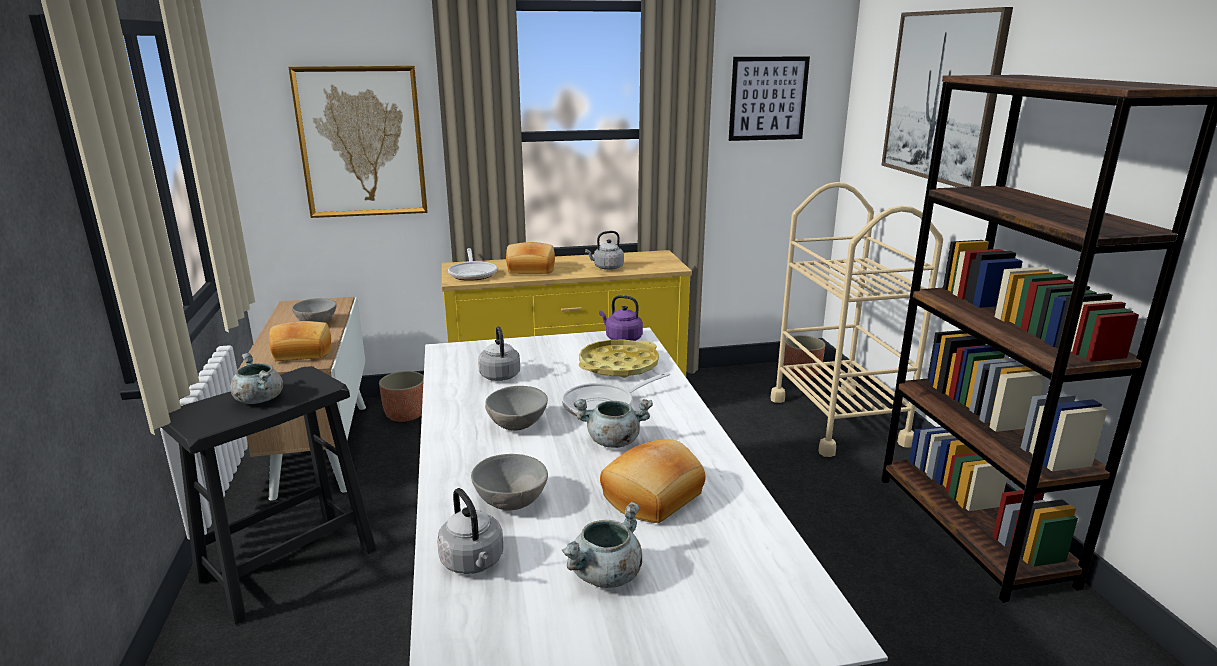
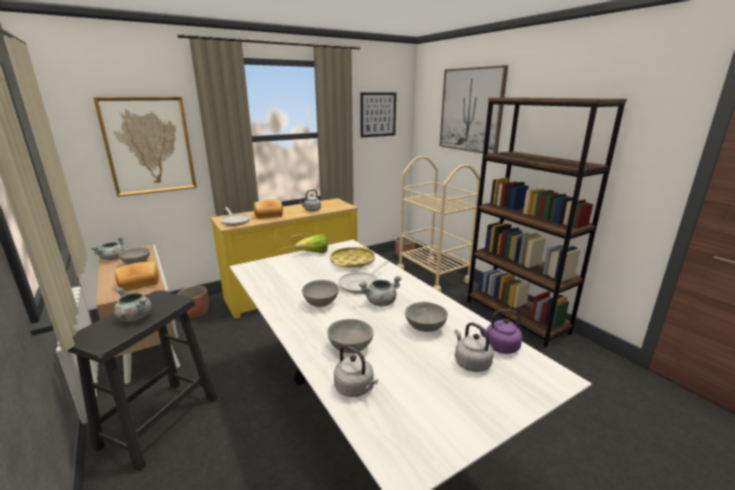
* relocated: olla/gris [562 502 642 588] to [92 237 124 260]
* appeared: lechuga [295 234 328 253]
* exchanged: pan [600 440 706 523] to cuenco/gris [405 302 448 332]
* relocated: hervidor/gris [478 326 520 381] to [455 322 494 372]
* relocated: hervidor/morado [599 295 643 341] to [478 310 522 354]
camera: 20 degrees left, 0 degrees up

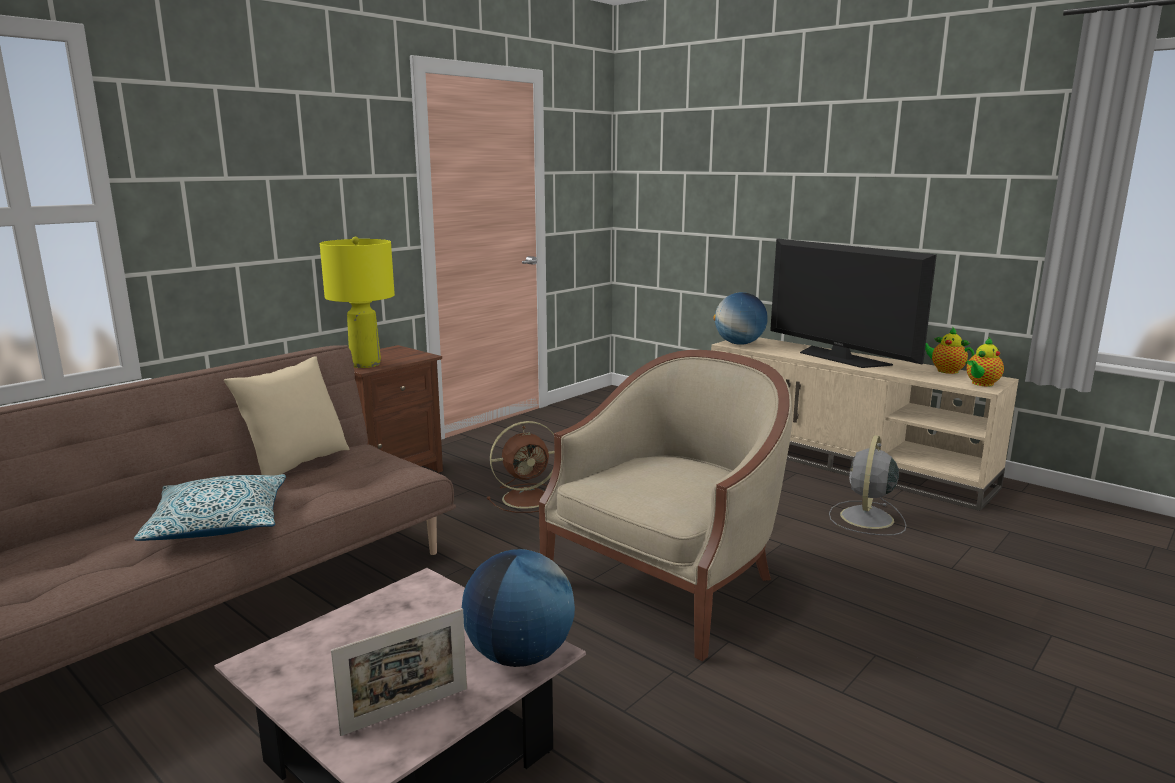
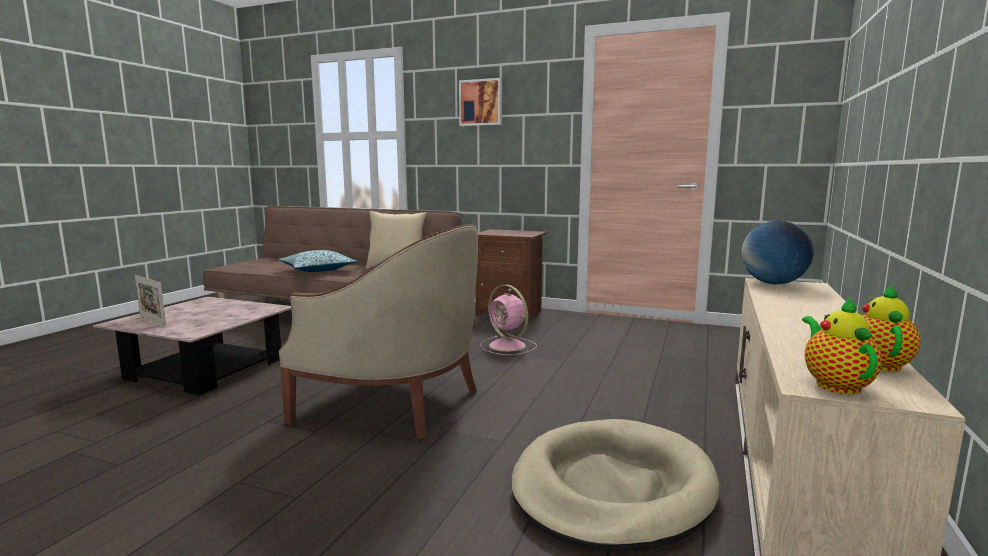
* appeared: cuadro [459 78 502 126]
* colour: ventilador/marrón [487 421 555 513] to ventilador/rosa [481 285 537 355]
* exchanged: ventilador/gris [829 435 906 536] to cama para perro/beis [511 419 719 551]
* spun: tetera [967 338 1004 387] = [802 297 882 395] 60 degrees clockwise
* missing: lámpara de mesa/amarillo [320 237 395 368]
* missing: globo terráqueo [462 549 575 667]
* missing: televisor [770 239 937 368]
camera: 70 degrees right, 5 degrees down

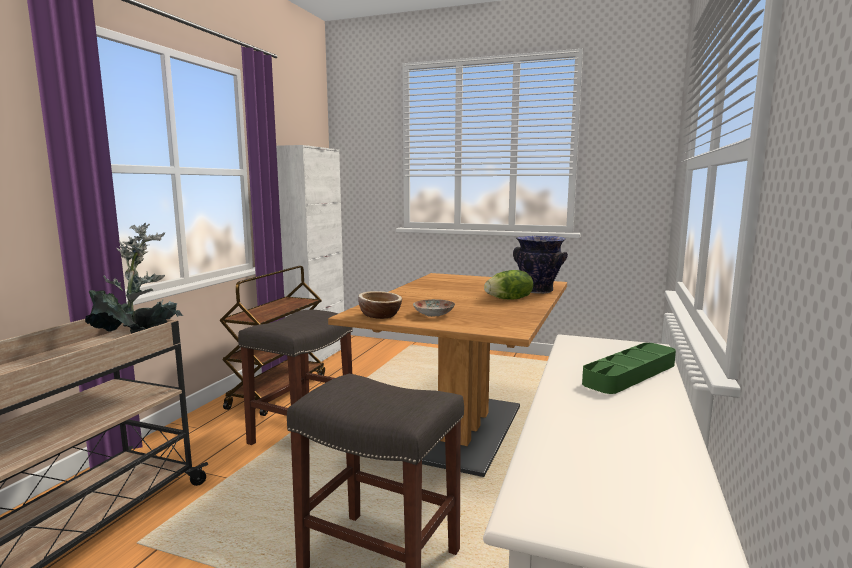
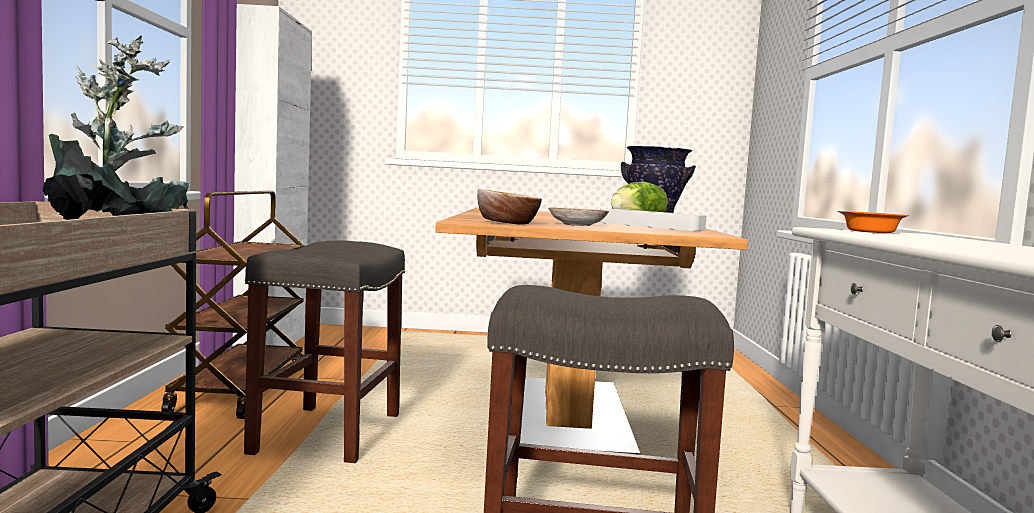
* appeared: bandeja/gris [599 208 706 231]
* appeared: cuenco/naranja [837 211 910 233]
* missing: bandeja/verde [582 343 676 394]
camera: 20 degrees left, 5 degrees down

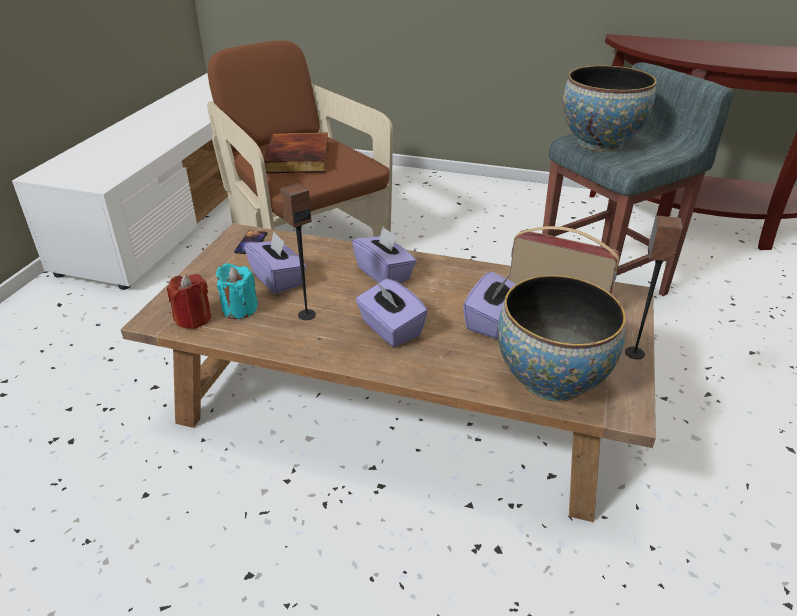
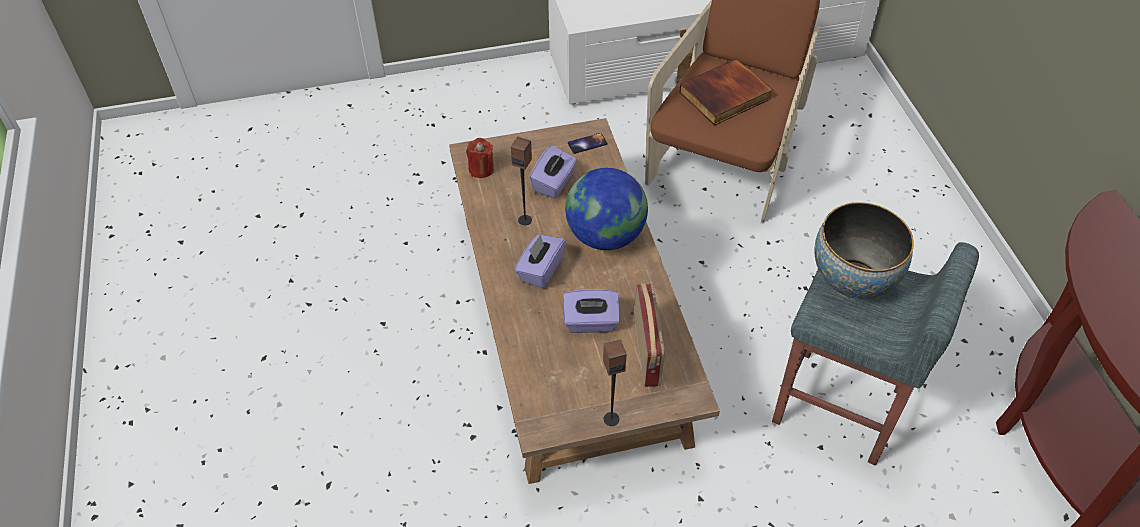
* exchanged: caja de pañuelos/morado [352 227 417 283] to globo terráqueo [565 168 648 250]
* missing: vela/turquesa [216 263 258 319]
* missing: cuenco [498 275 626 402]
camera: 60 degrees right, 15 degrees up

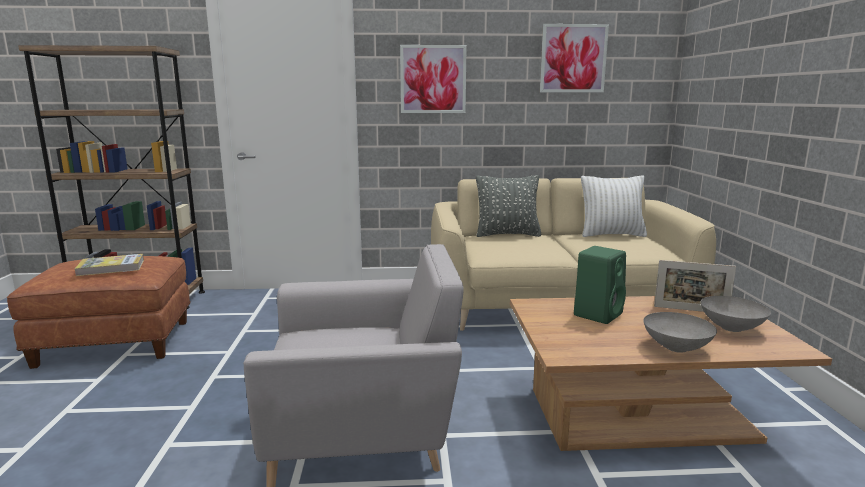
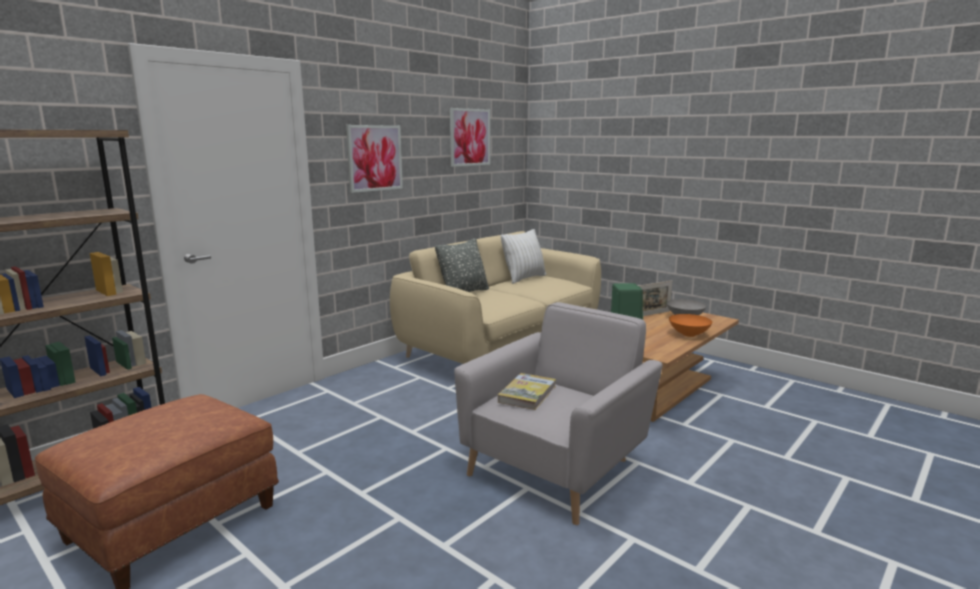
* relocated: libro [75 254 144 276] to [498 373 556 410]
* colour: cuenco/gris [643 312 717 353] to cuenco/naranja [669 314 712 337]
camera: 45 degrees left, 0 degrees up

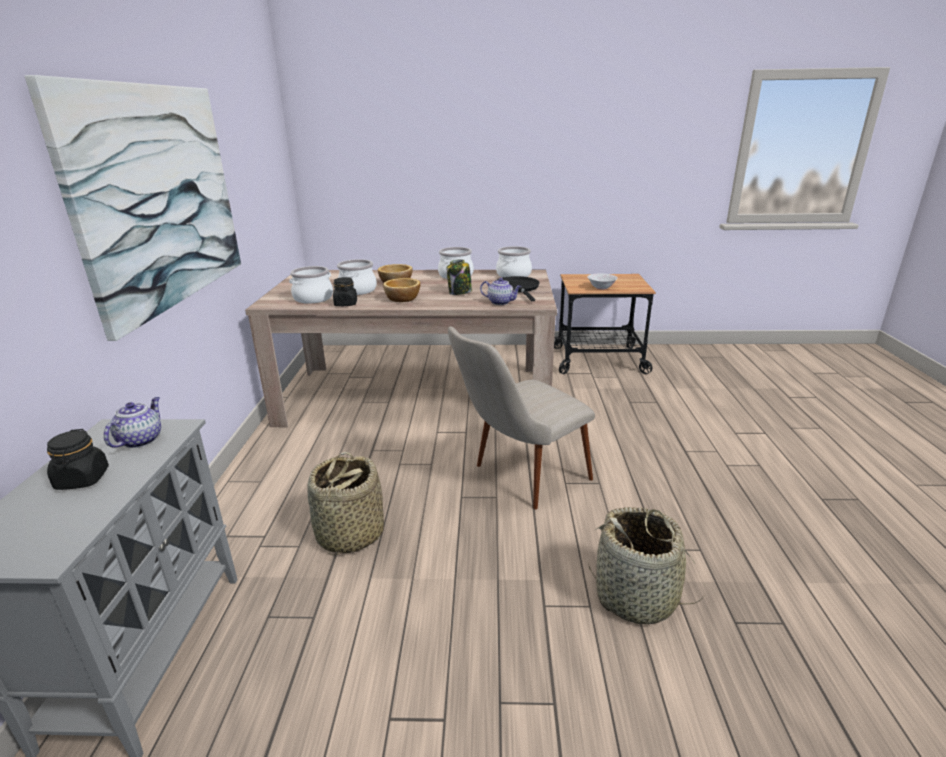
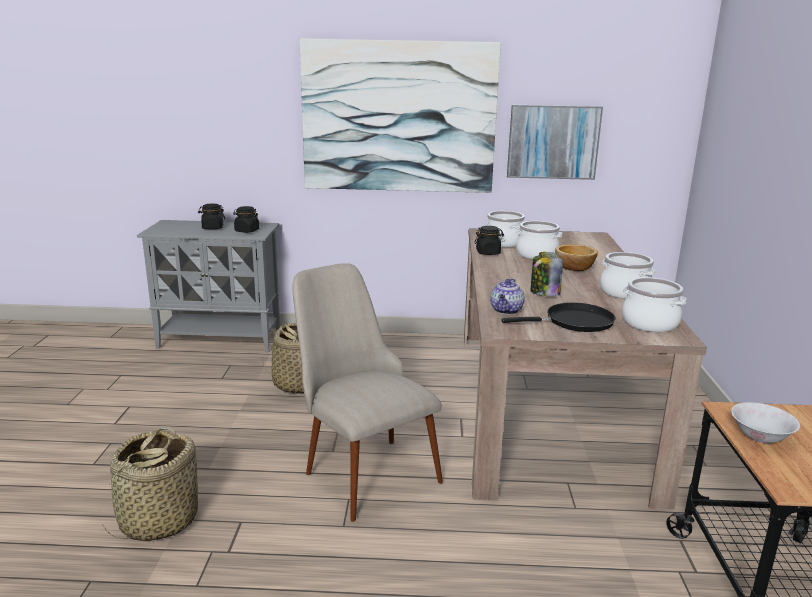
* exchanged: tetera [104 397 161 448] to tarro/negro [233 206 259 233]
* appeared: cuadro [507 105 603 180]
* missing: cuenco [383 278 420 302]
camera: 90 degrees right, 5 degrees down

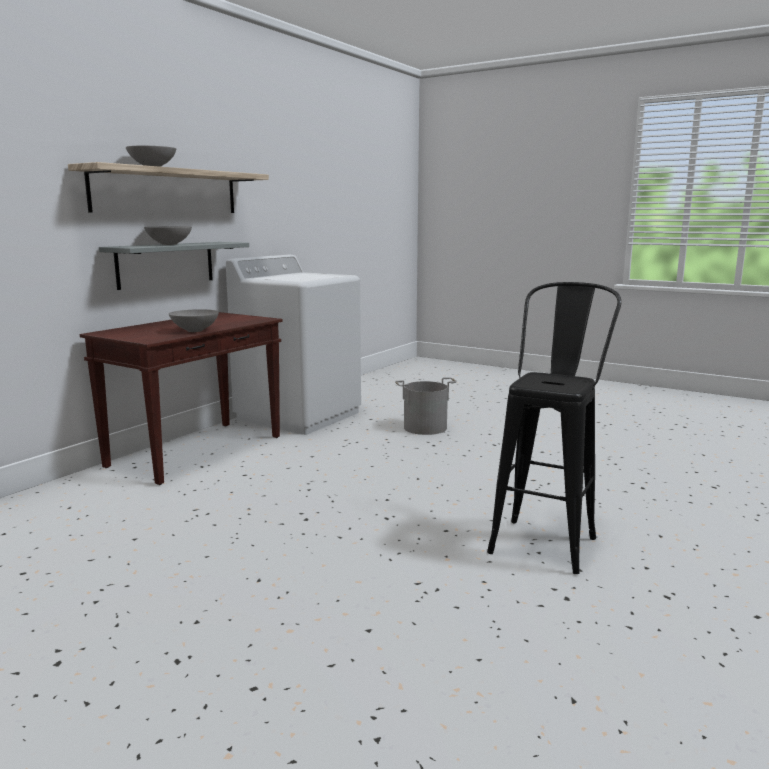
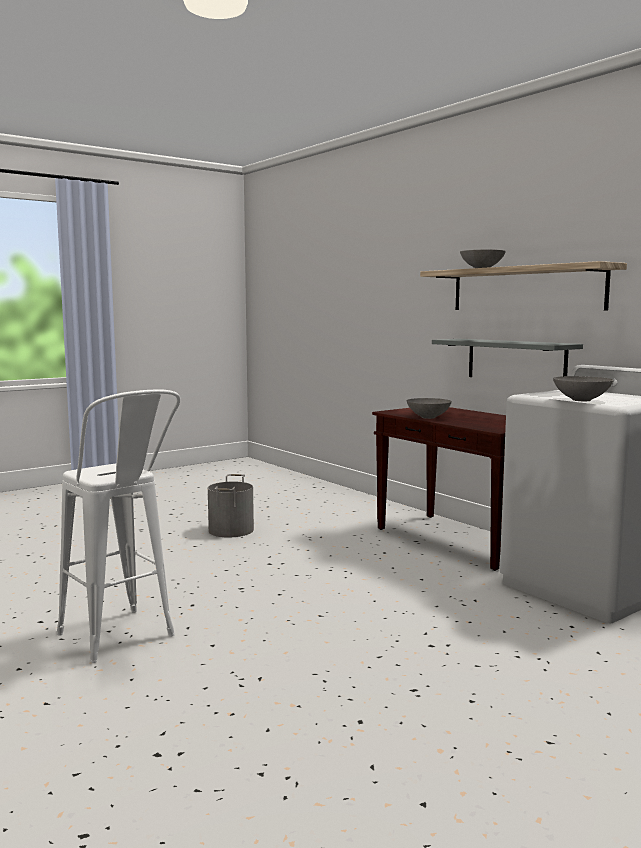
* colour: taburete/negro [487 282 621 574] to taburete/blanco [57 389 180 663]
* relocated: cubo/gris [395 377 457 435] to [208 474 254 537]
* relocated: cuenco/gris [144 227 192 245] to [553 376 614 401]
camera: 110 degrees right, 5 degrees down

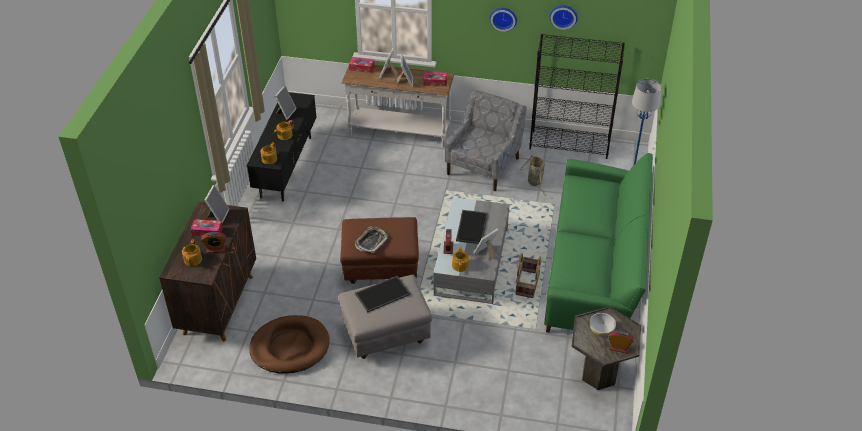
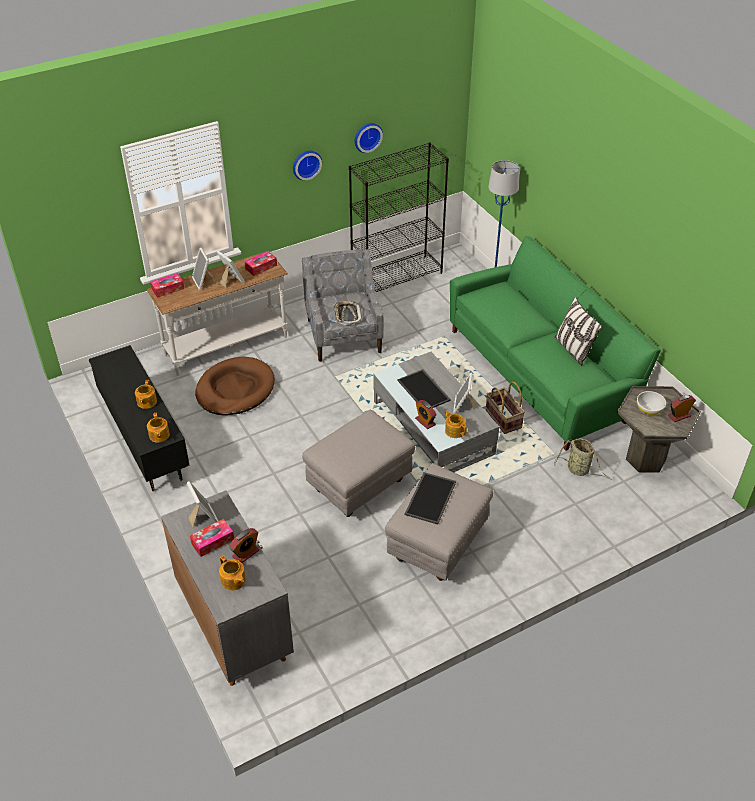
* colour: armario/marrón [159 201 256 341] to armario/gris [161 491 294 686]
* relocated: cama para perro/marrón [249 315 330 374] to [195 357 275 415]
* colour: puf/marrón [340 217 419 284] to puf/gris [302 410 415 517]
* relocated: bandeja [355 227 389 253] to [334 301 362 325]
* relocated: cesta [519 155 547 196] to [554 438 612 480]
* appeared: cojín [555 297 602 366]
* missing: portarretratos [275 85 297 120]
camera: 40 degrees left, 0 degrees up

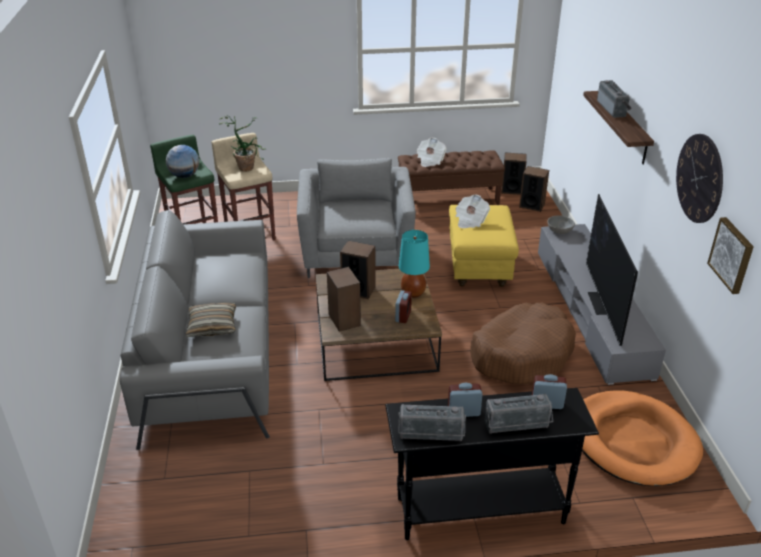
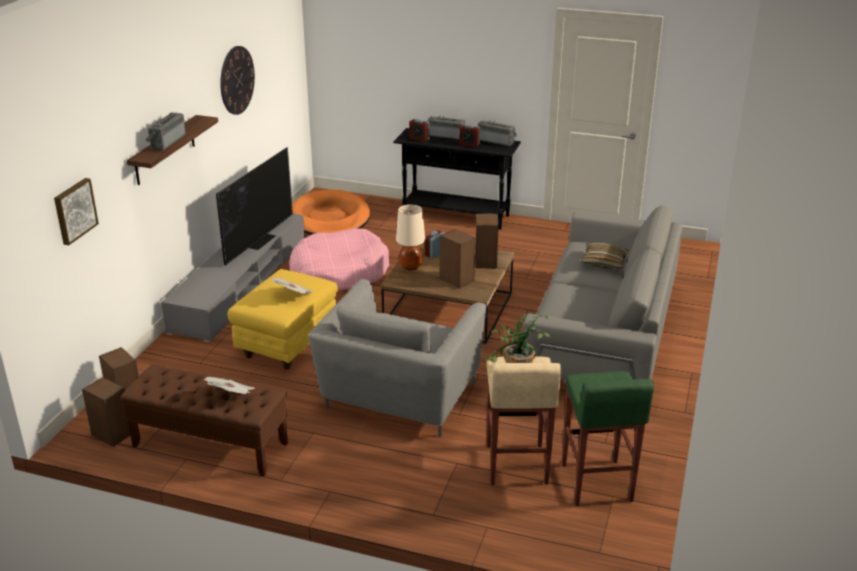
* relocated: cuadro [707 217 754 294] to [54 178 99 245]
* colour: cama para perro/marrón [470 303 576 384] to cama para perro/rosa [289 228 389 292]
* colour: lámpara de mesa/turquesa [399 230 430 298] to lámpara de mesa/beis [396 204 425 270]
* missing: globo terráqueo [166 145 199 178]
* missing: cuenco/gris [547 215 575 234]
camera: 155 degrees left, 5 degrees down

